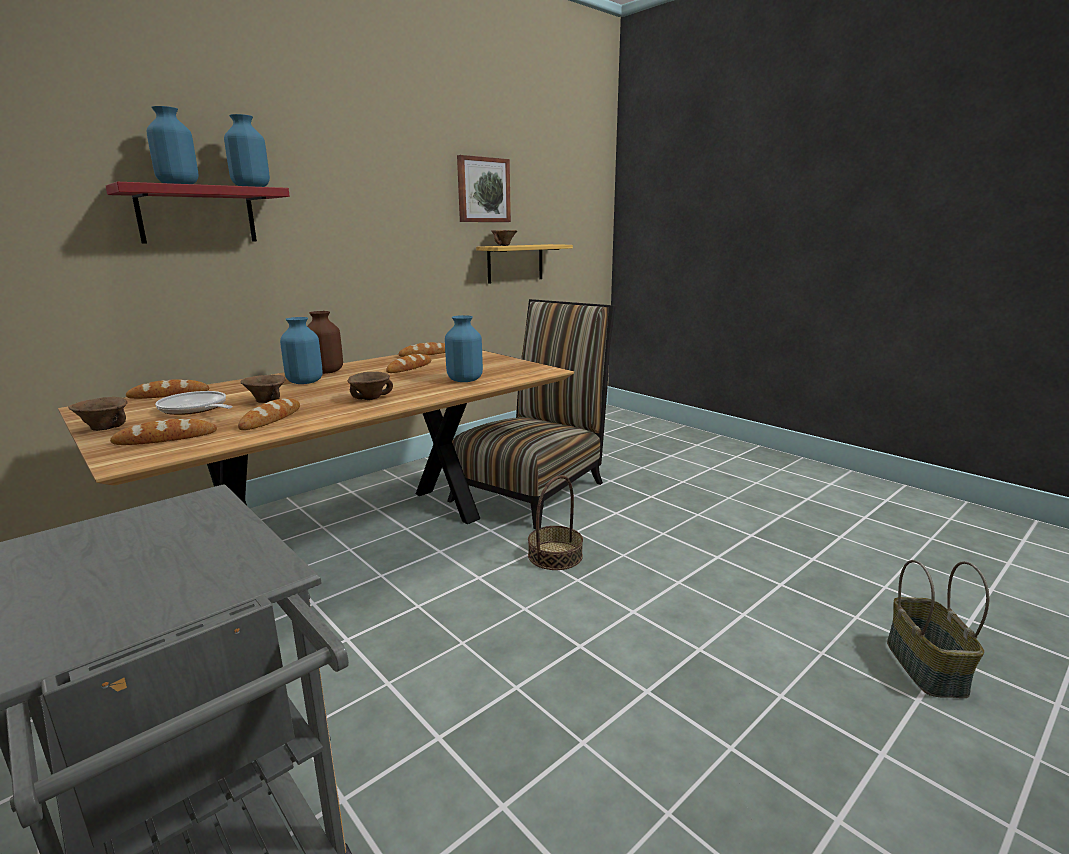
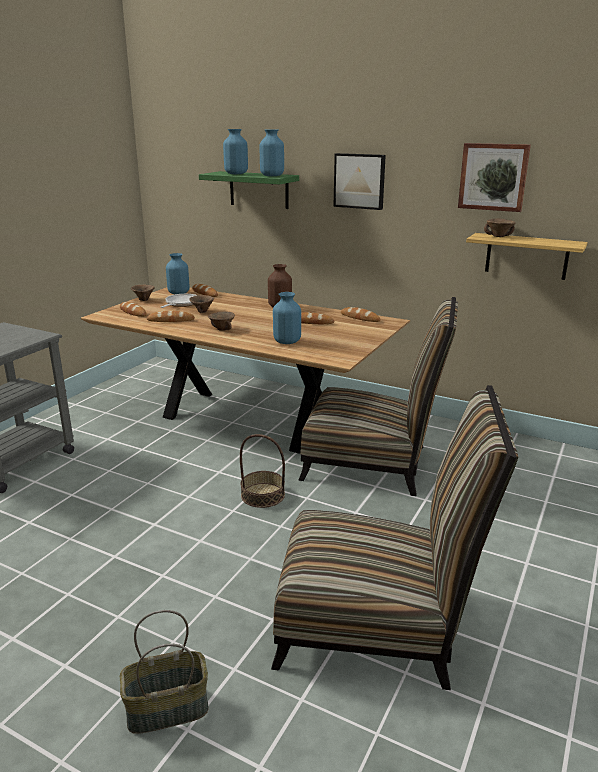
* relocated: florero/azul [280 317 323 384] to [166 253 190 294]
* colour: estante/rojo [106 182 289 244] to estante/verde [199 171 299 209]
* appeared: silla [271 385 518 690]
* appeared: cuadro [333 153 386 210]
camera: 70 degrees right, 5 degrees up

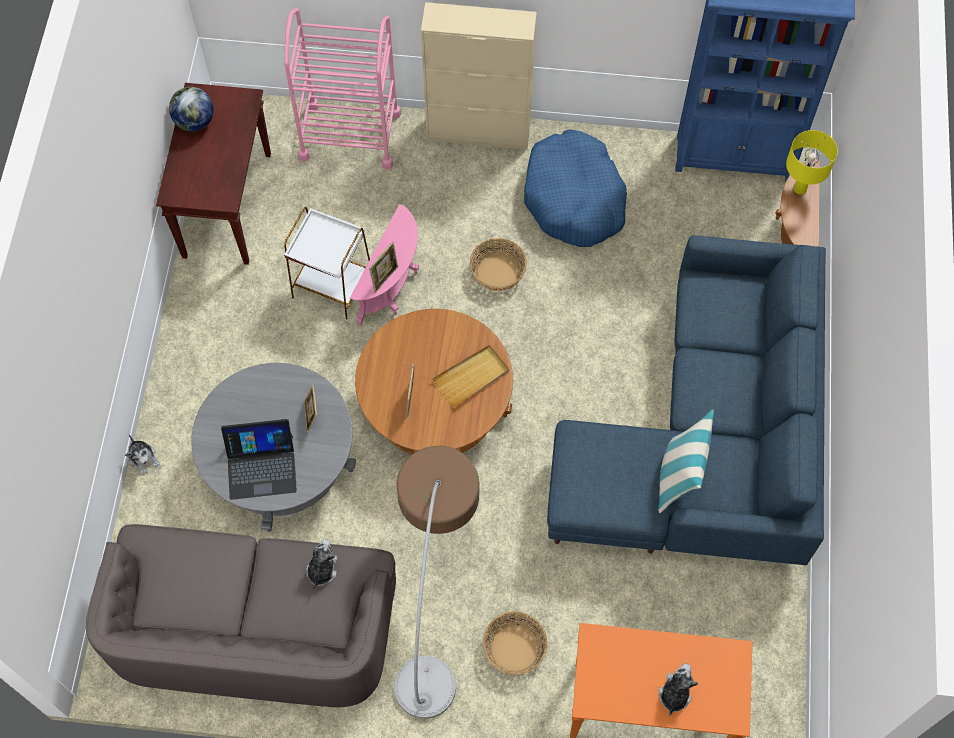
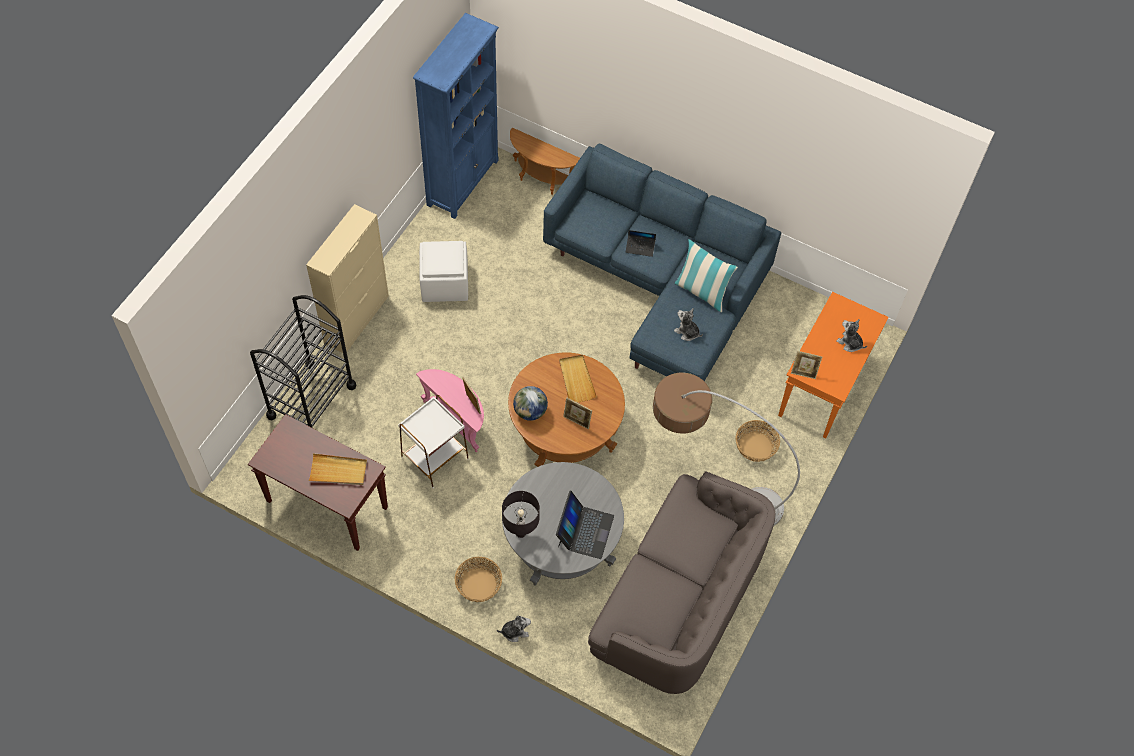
* colour: carrito/rosa [284 8 401 169] to carrito/negro [250 295 356 428]
* appeared: bandeja/beis [308 453 367 485]
* exchanged: cama para perro/azul [524 129 627 247] to puf/blanco [419 241 468 302]
* relocated: cesta [470 238 527 291] to [455 557 502 602]
* appeared: lámpara de mesa/negro [502 491 540 538]
* relocated: globo terráqueo [169 87 214 131] to [513 386 548 421]
* appeared: portátil [626 230 656 257]
* relocated: peluche [306 539 337 589] to [674 308 703 341]
* relocated: portarretratos [304 384 317 433] to [791 351 822 379]
* missing: lámpara de mesa/amarillo [786 130 838 194]
camera: 70 degrees left, 5 degrees down

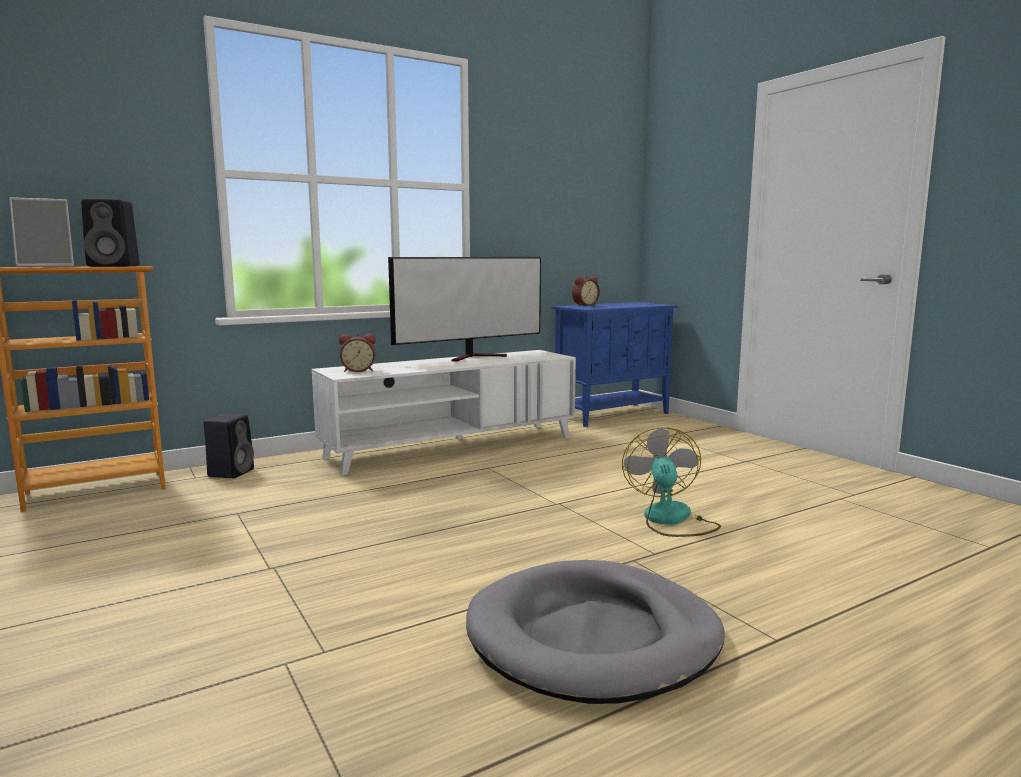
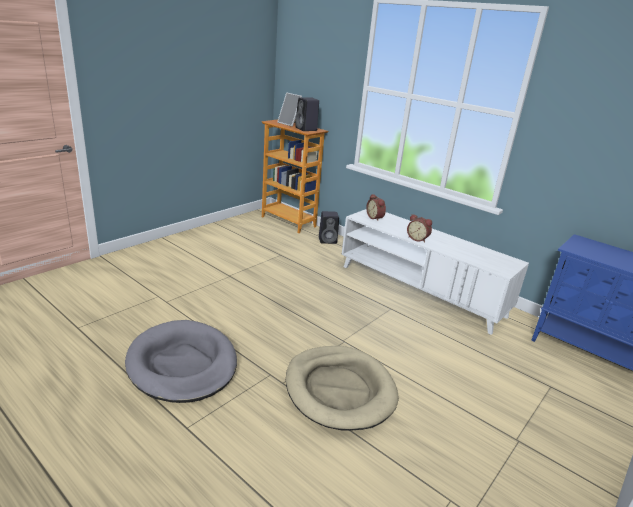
* exchanged: ventilador [622 427 721 537] to cama para perro/beis [286 346 399 431]
* relocated: despertador [572 276 600 306] to [407 214 432 242]
* missing: televisor [388 257 541 362]
camera: 70 degrees right, 15 degrees up

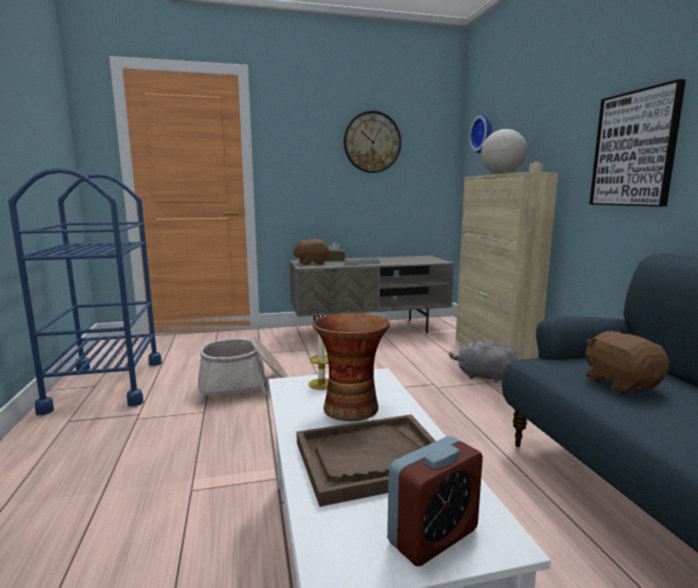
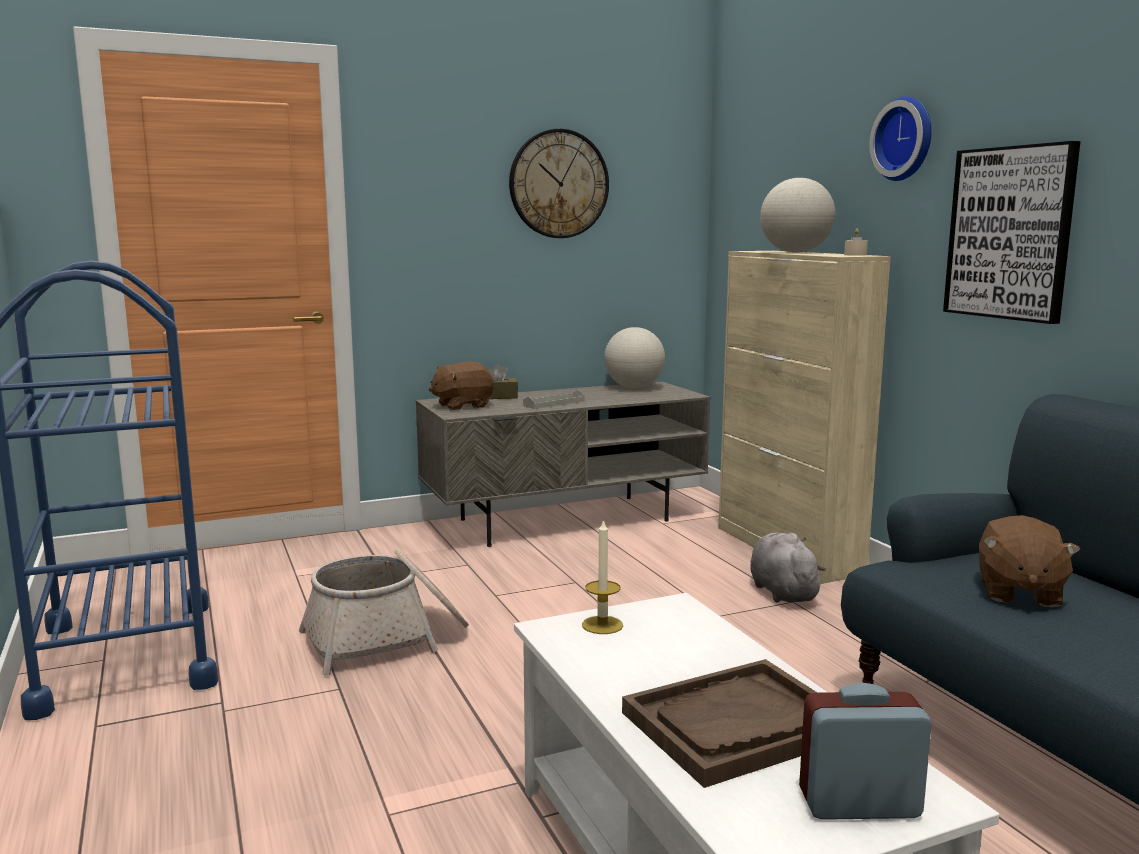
* appeared: globo terráqueo [604 327 665 388]
* spun: peluche/gris [449 339 518 382] = [750 533 826 603] 60 degrees clockwise
* spun: despertador [387 436 483 566] = [799 683 932 820] 135 degrees counterclockwise
* relocated: reloj de pared [469 114 492 153] to [869 96 932 181]
* spun: peluche/marrón [585 331 669 393] = [979 515 1081 608] 135 degrees counterclockwise
* missing: florero [313 313 390 421]
camera: 10 degrees left, 0 degrees up

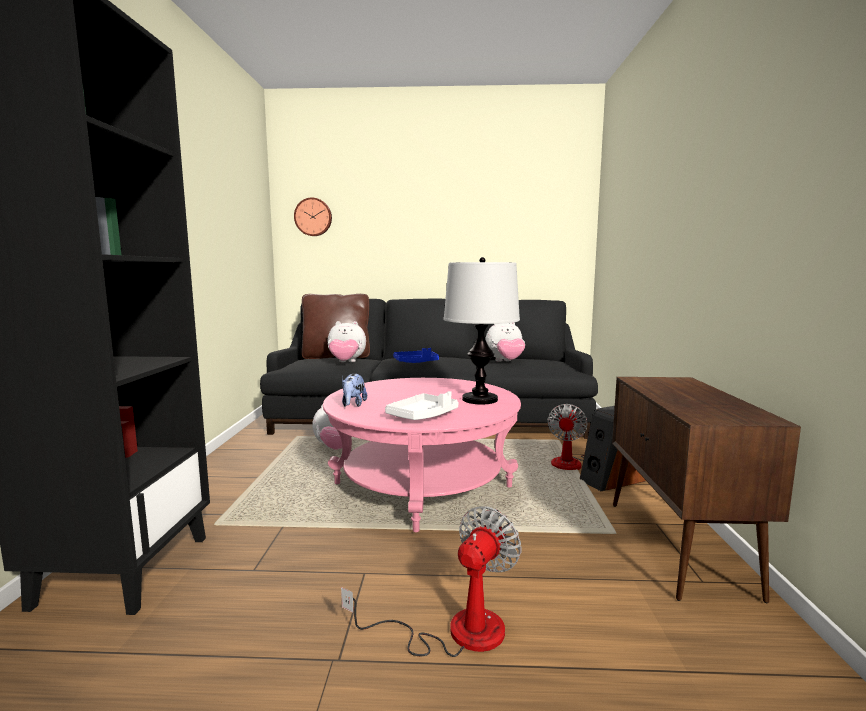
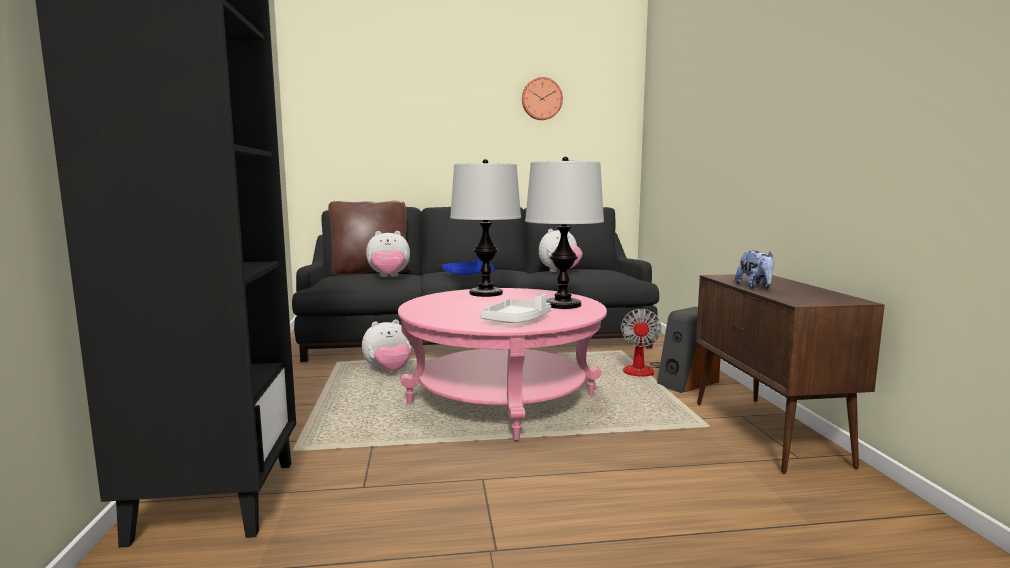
* appeared: lámpara de mesa [450 159 521 297]
* relocated: reloj de pared [294 197 332 236] to [522 77 563 120]
* relocated: peluche [342 373 367 407] to [735 251 774 289]
* missing: ventilador [341 506 522 657]
camera: 10 degrees left, 0 degrees up

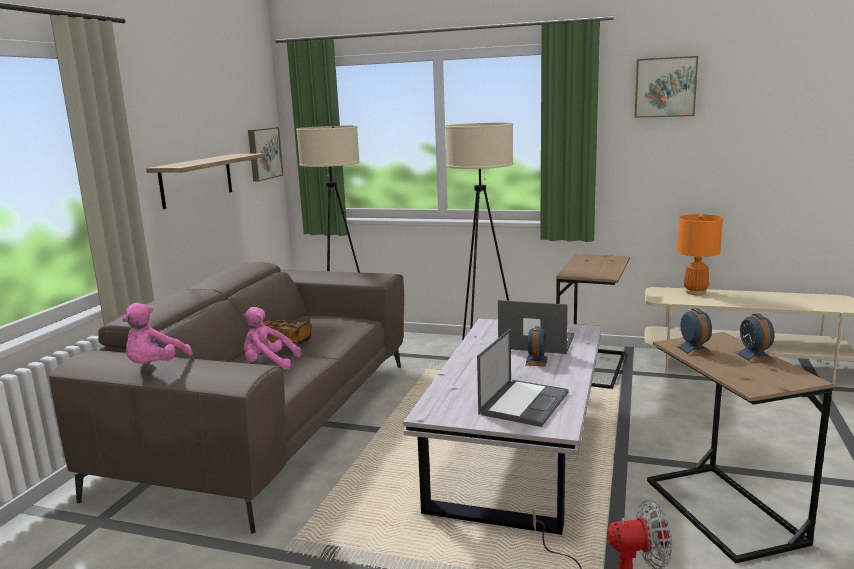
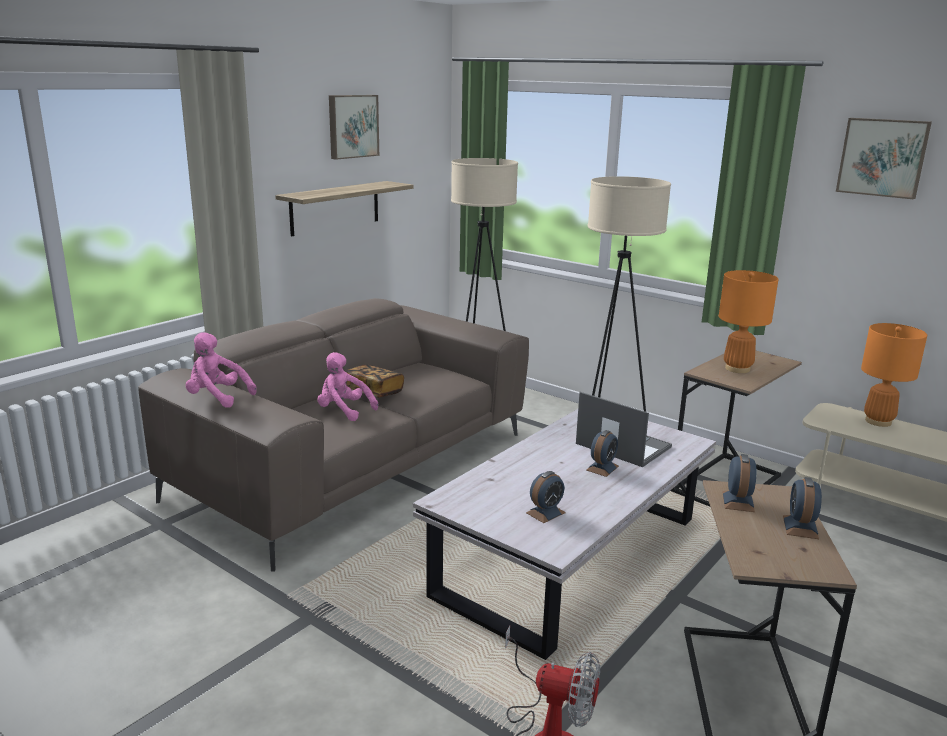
* spun: peluche/rosa [122 303 193 364] = [186 332 257 408] 75 degrees clockwise
* relocated: cuadro [248 127 283 181] to [329 95 379 160]
* exchanged: portátil [477 329 568 427] to despertador [526 471 566 523]
* appeared: lámpara de mesa/naranja [719 270 779 373]
camera: 20 degrees right, 5 degrees up

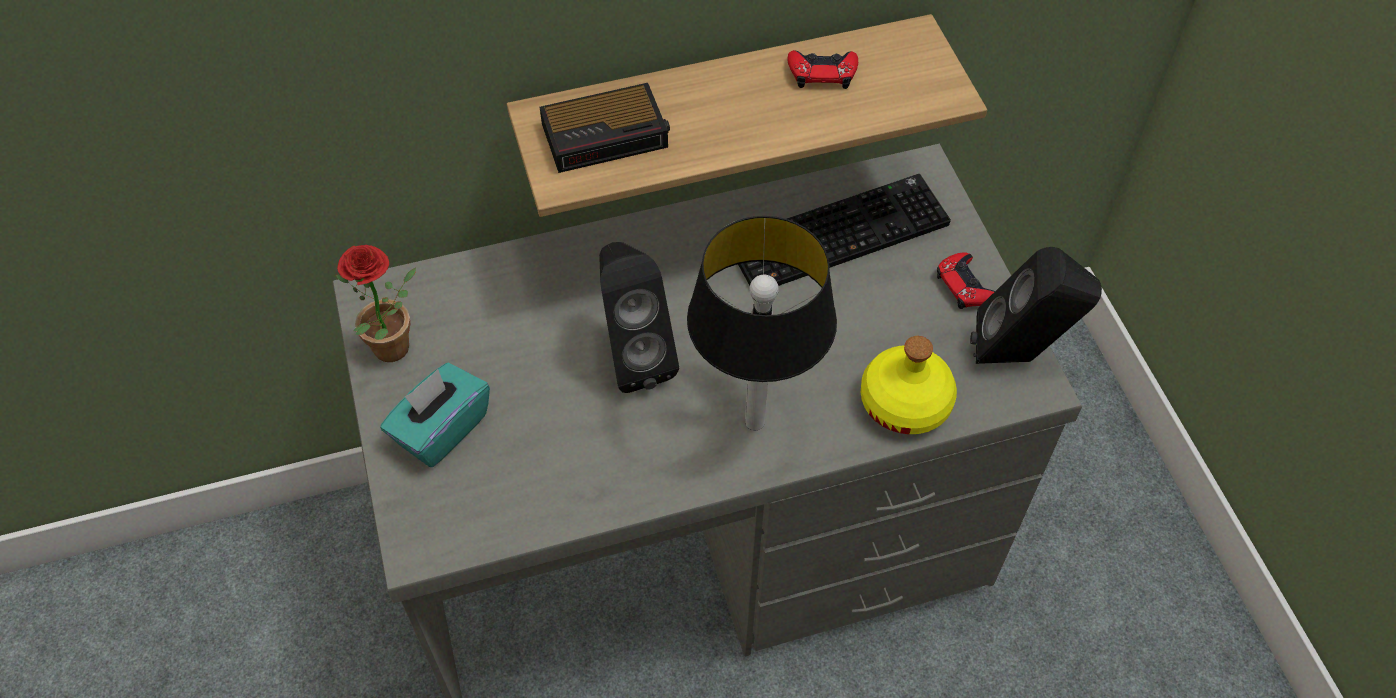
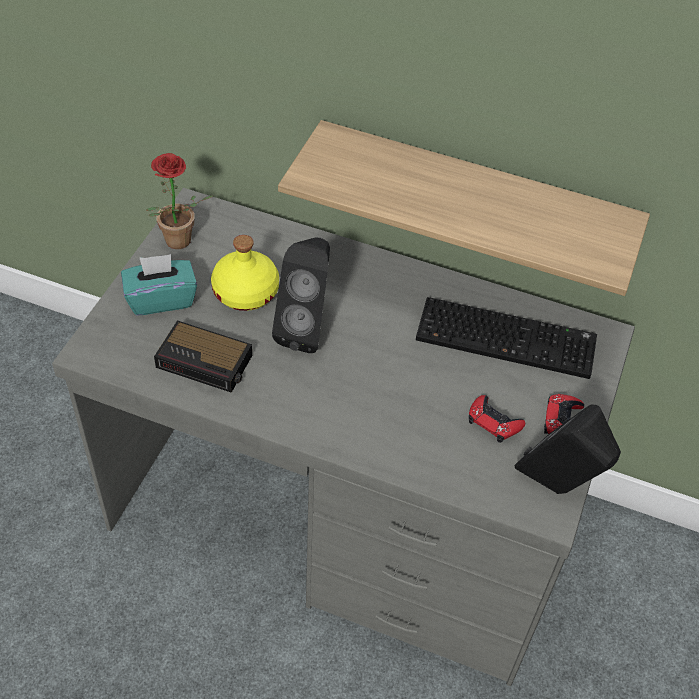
* relocated: despertador [540 83 670 173] to [154 321 252 393]
* relocated: botella/amarillo [861 336 957 434] to [211 235 279 311]
* relocated: mando de consola/rojo [788 50 858 89] to [468 395 525 443]
* missing: lámpara de mesa [687 216 837 430]
camera: 35 degrees right, 5 degrees down

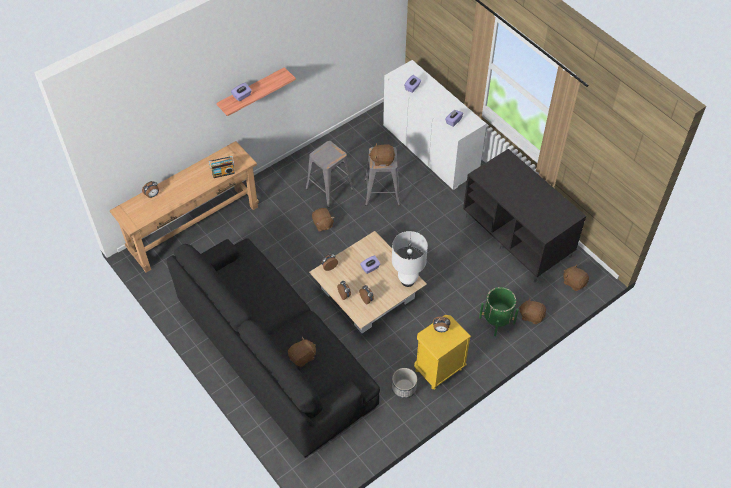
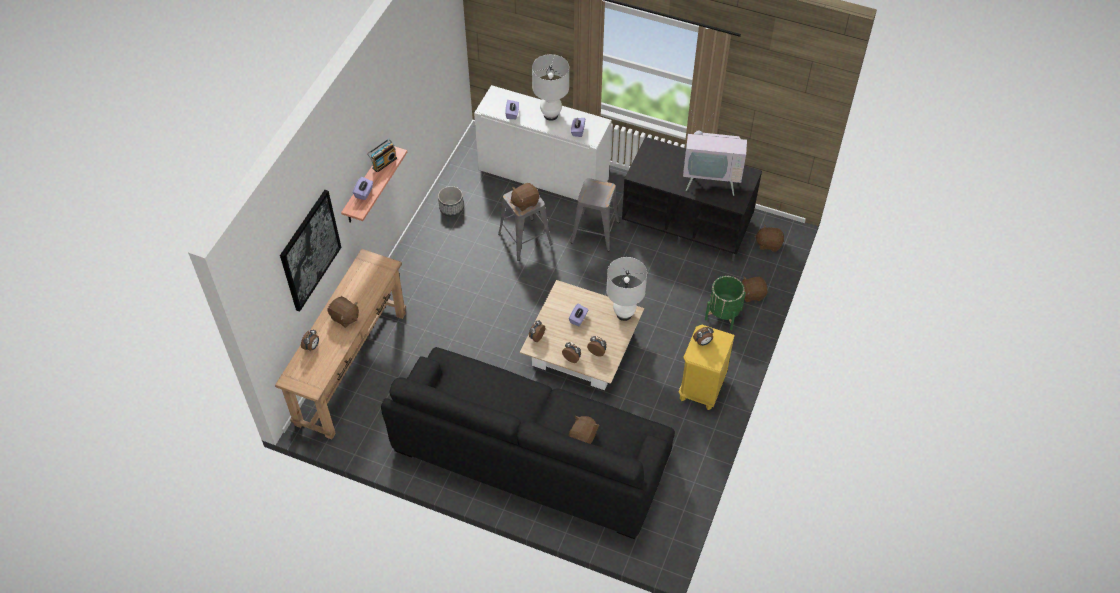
* appeared: cuadro [280 190 341 312]
* relocated: peluche/marrón [312 208 335 232] to [327 296 359 328]
* relocated: radio [209 156 235 178] to [367 138 397 173]
* relocated: maceta [392 368 417 399] to [438 186 464 216]
* appeared: lámpara de mesa/blanco [532 54 569 121]
* relocated: taburete/gris [306 141 354 208] to [571 178 619 252]
* appeared: televisor [683 110 747 196]
camera: 30 degrees left, 0 degrees up

